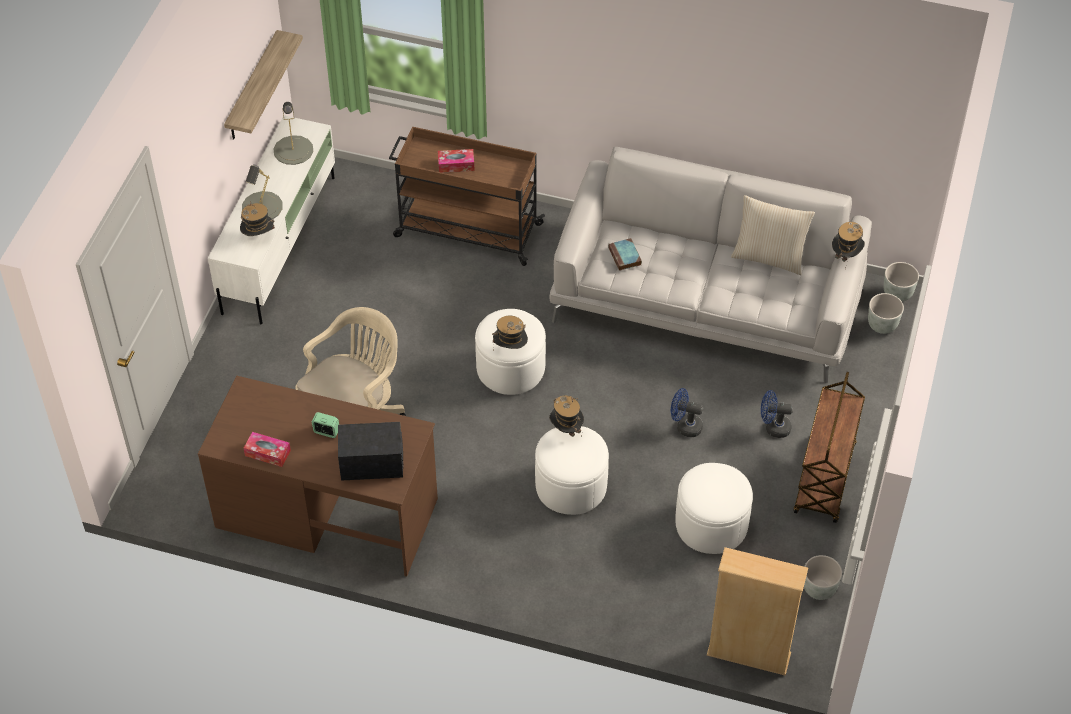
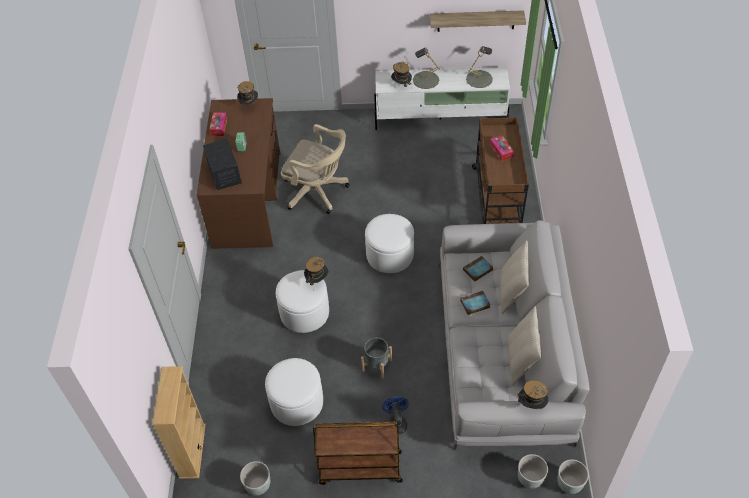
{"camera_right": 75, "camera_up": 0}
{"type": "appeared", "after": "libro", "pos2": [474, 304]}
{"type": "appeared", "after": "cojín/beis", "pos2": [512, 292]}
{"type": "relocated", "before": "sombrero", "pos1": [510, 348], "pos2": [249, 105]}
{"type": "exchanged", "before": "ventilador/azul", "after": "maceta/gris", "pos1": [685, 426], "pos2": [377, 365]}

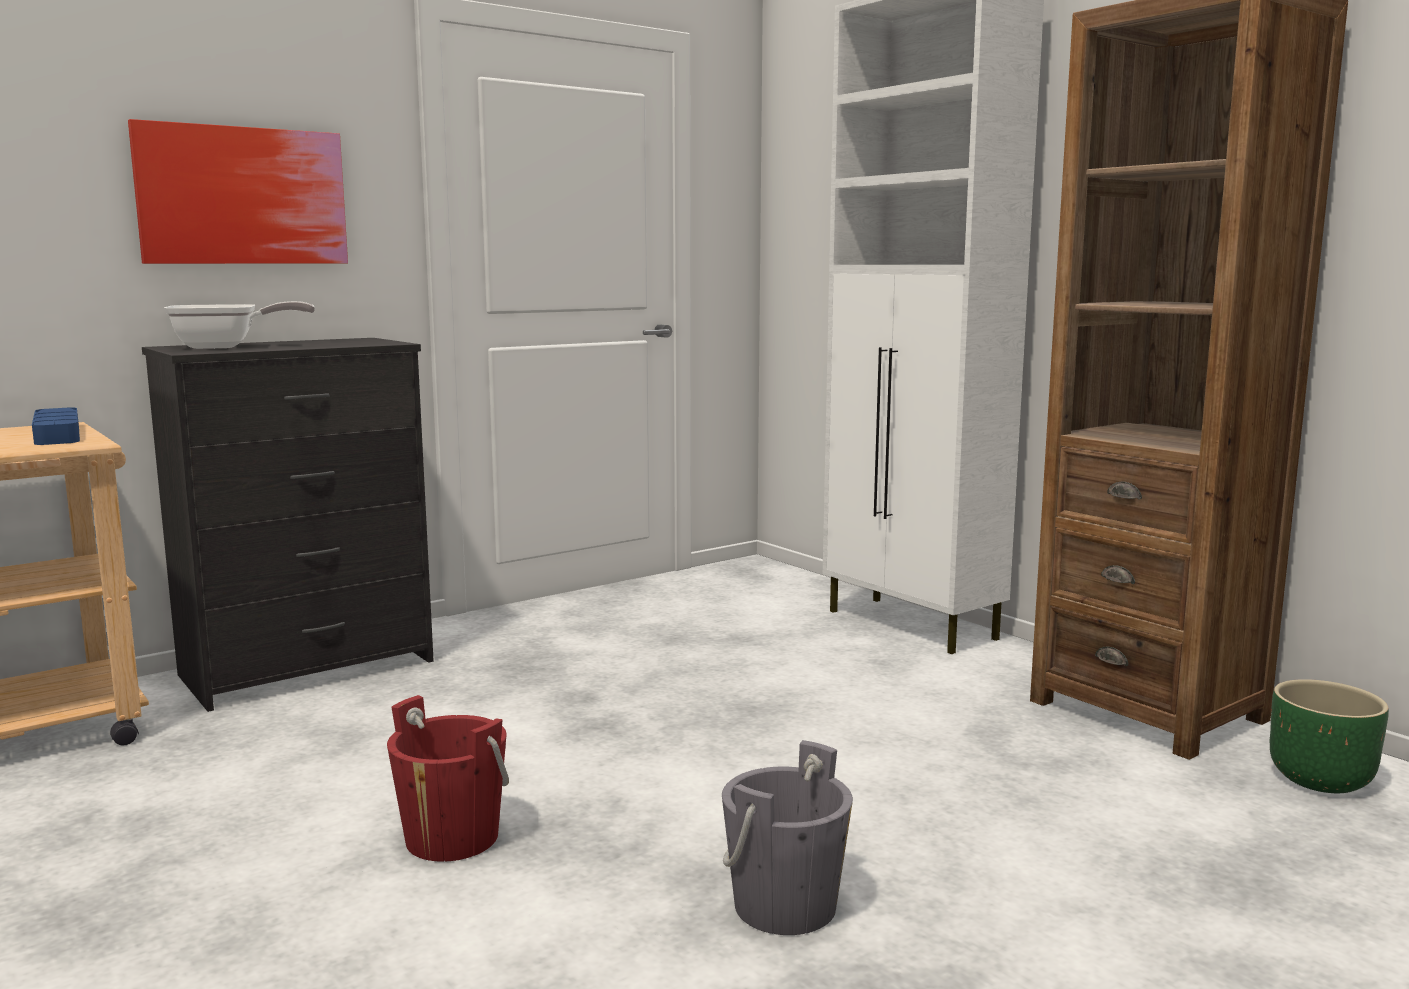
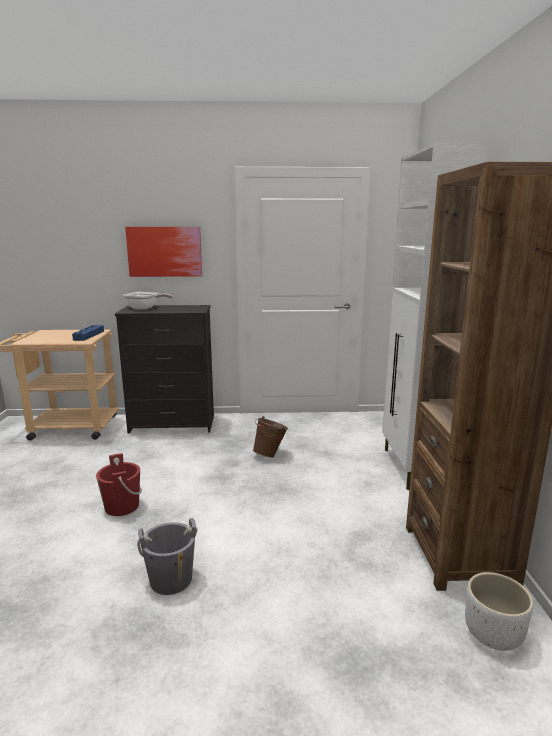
{"camera_right": 35, "camera_up": 5}
{"type": "appeared", "after": "cubo/marrón", "pos2": [270, 455]}
{"type": "colour", "before": "maceta/verde", "after": "maceta/blanco", "pos1": [1321, 780], "pos2": [493, 635]}

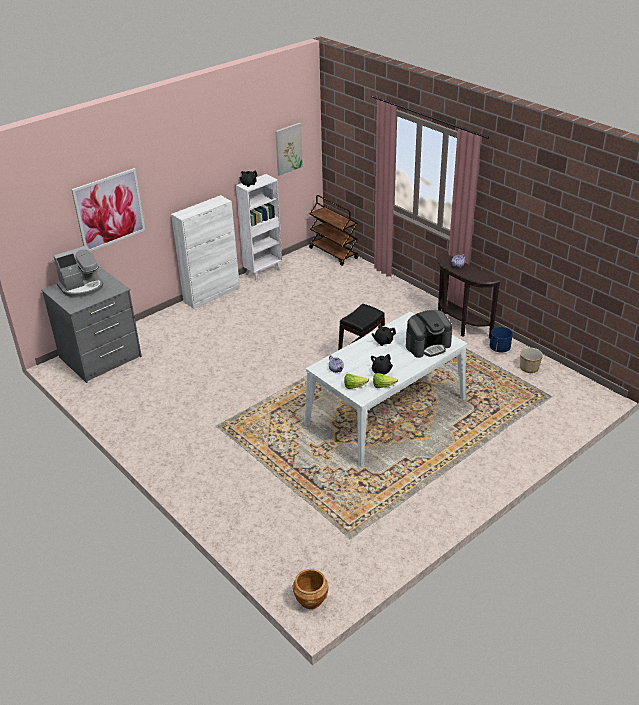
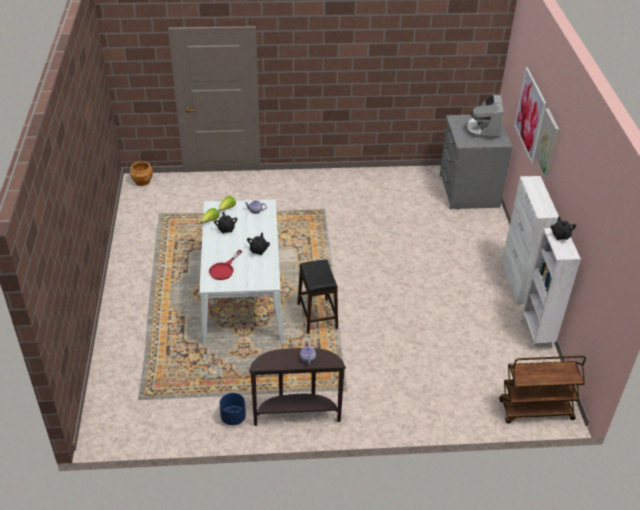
{"camera_right": 125, "camera_up": 5}
{"type": "missing", "before": "maceta", "pos1": [529, 368]}
{"type": "relocated", "before": "cuadro", "pos1": [288, 148], "pos2": [548, 142]}
{"type": "exchanged", "before": "cafetera", "after": "sartén/rojo", "pos1": [428, 345], "pos2": [224, 269]}

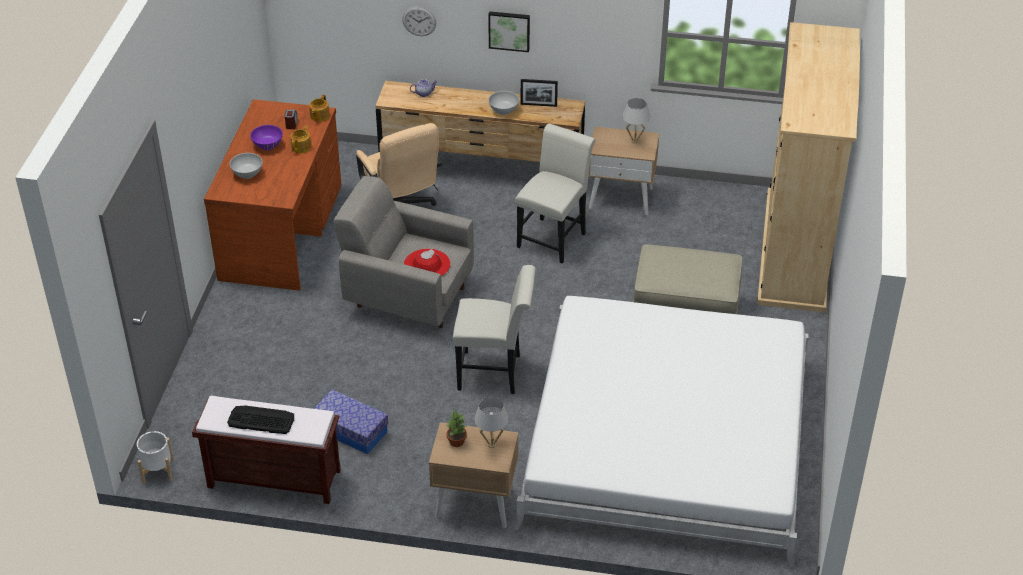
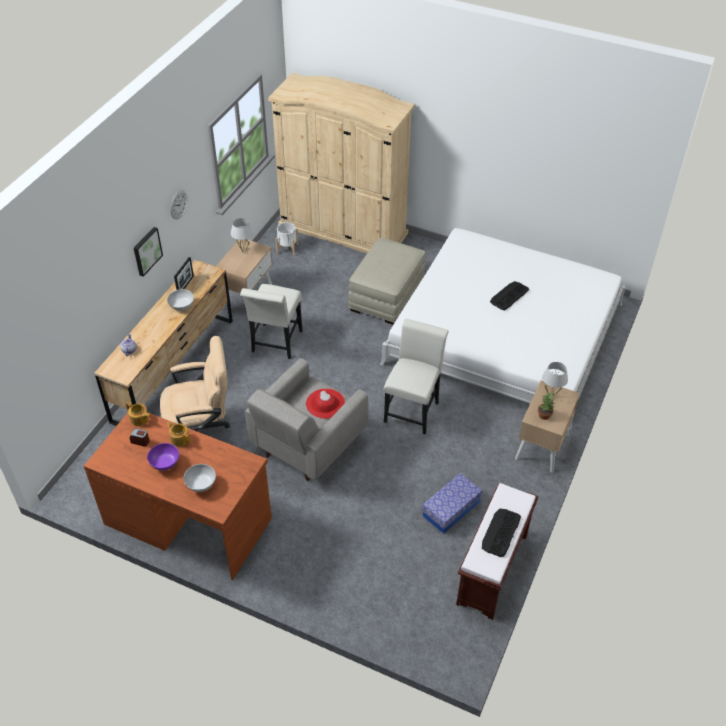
{"camera_right": -75, "camera_up": 5}
{"type": "appeared", "after": "teclado", "pos2": [509, 296]}
{"type": "relocated", "before": "maceta/blanco", "pos1": [158, 471], "pos2": [287, 248]}
{"type": "relocated", "before": "reloj de pared", "pos1": [419, 21], "pos2": [178, 204]}
{"type": "spun", "before": "silla/blanco", "pos1": [554, 237], "pos2": [275, 344], "turn": -120}

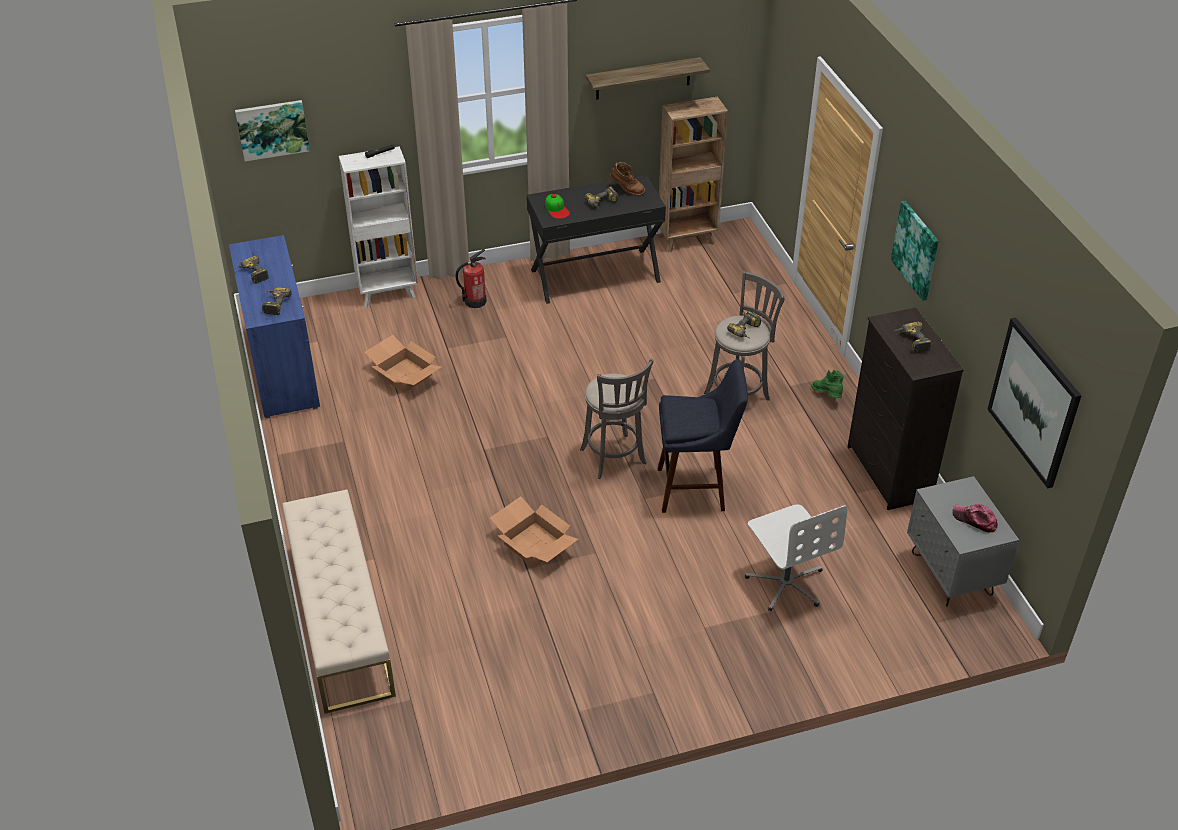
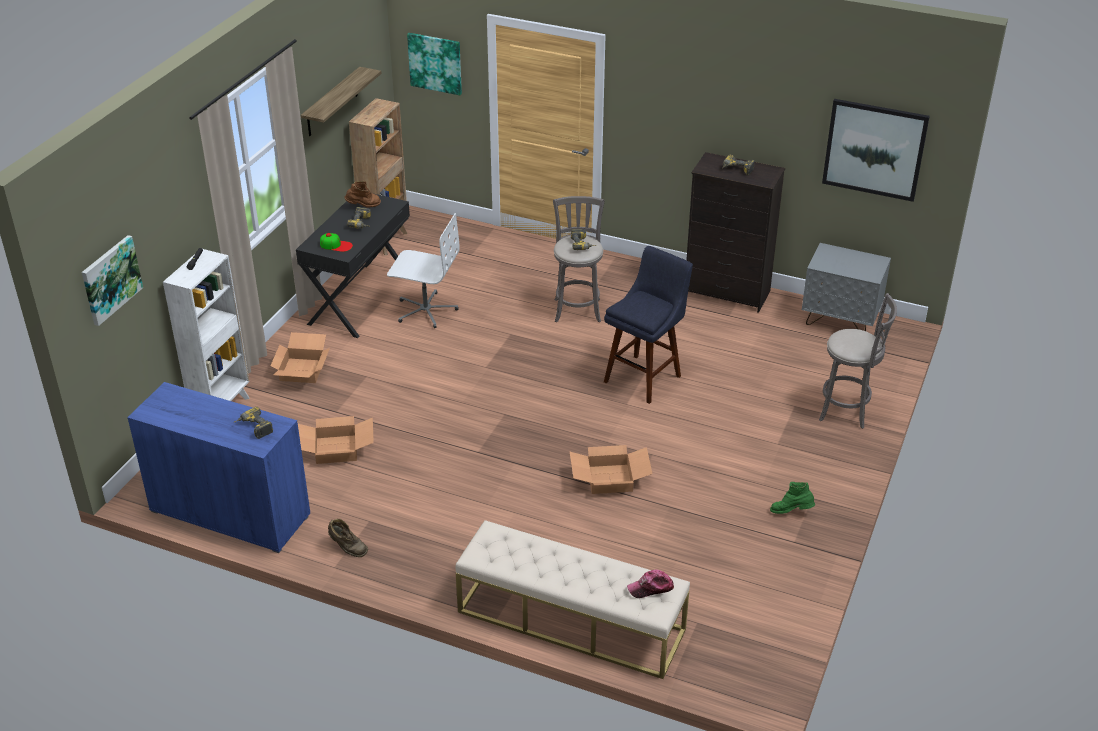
{"camera_right": -50, "camera_up": -5}
{"type": "missing", "before": "taladro", "pos1": [251, 274]}
{"type": "appeared", "after": "bota/marrón", "pos2": [347, 548]}
{"type": "relocated", "before": "taburete/gris", "pos1": [614, 459], "pos2": [847, 410]}
{"type": "relocated", "before": "silla de oficina/blanco", "pos1": [786, 583], "pos2": [425, 310]}
{"type": "relocated", "before": "bota/verde", "pos1": [827, 396], "pos2": [791, 512]}
{"type": "relocated", "before": "cuadro", "pos1": [916, 250], "pos2": [435, 63]}
{"type": "relocated", "before": "gorra", "pos1": [974, 520], "pos2": [650, 588]}
{"type": "exchanged", "before": "extintor", "after": "caja de cartón", "pos1": [475, 301], "pos2": [301, 370]}

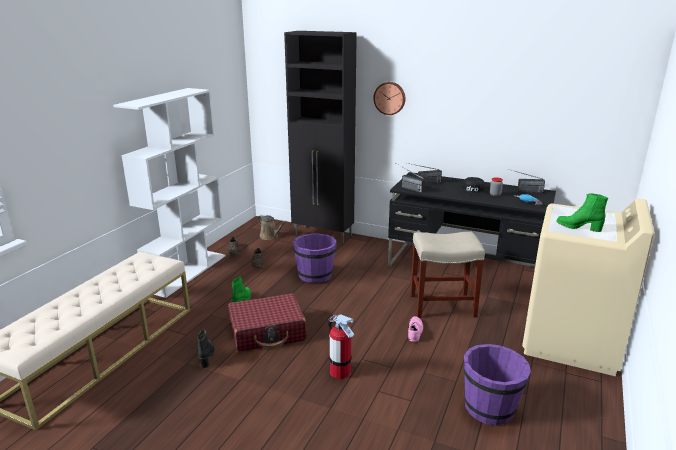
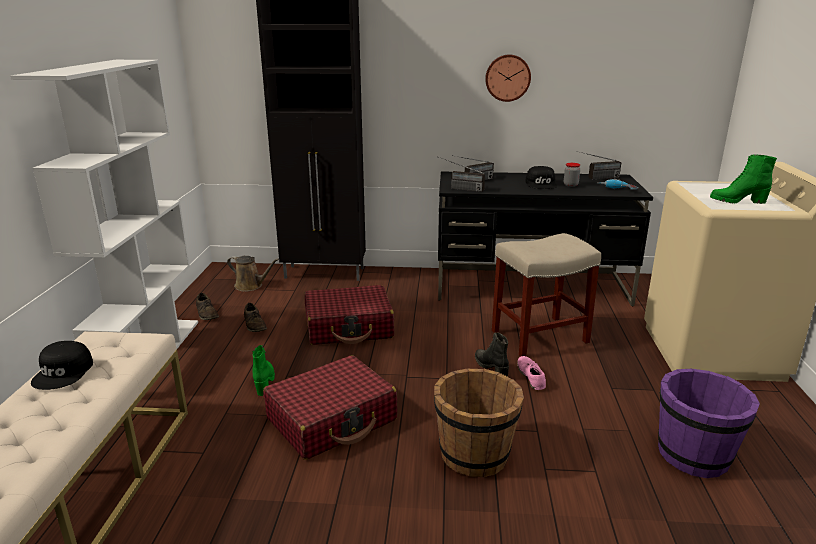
{"camera_right": -20, "camera_up": 0}
{"type": "appeared", "after": "gorra/negro", "pos2": [64, 372]}
{"type": "relocated", "before": "bota/negro", "pos1": [207, 356], "pos2": [491, 368]}
{"type": "relocated", "before": "reloj de pared", "pos1": [390, 98], "pos2": [507, 78]}
{"type": "exchanged", "before": "cubo/morado", "after": "maleta/rojo", "pos1": [315, 275], "pos2": [349, 327]}
{"type": "exchanged", "before": "extintor", "after": "cubo/marrón", "pos1": [340, 372], "pos2": [474, 454]}

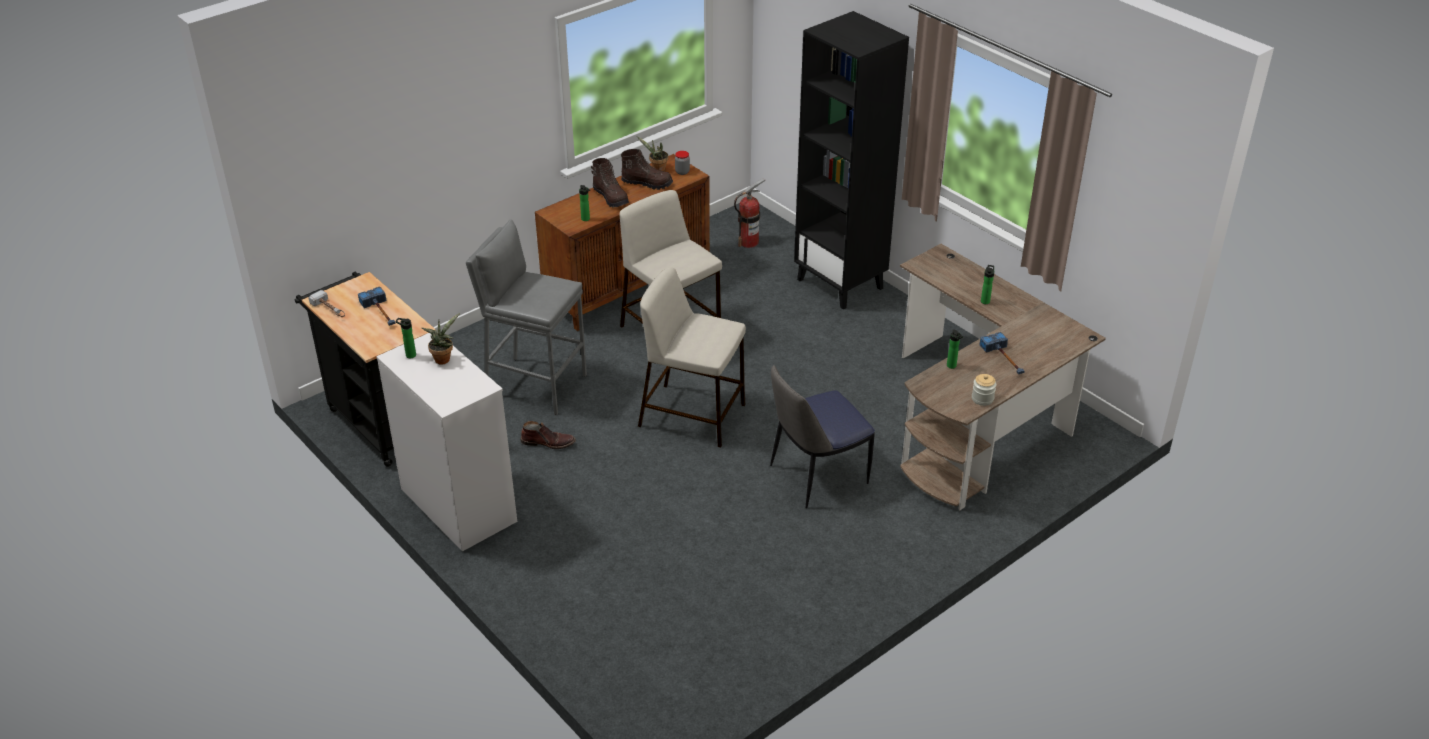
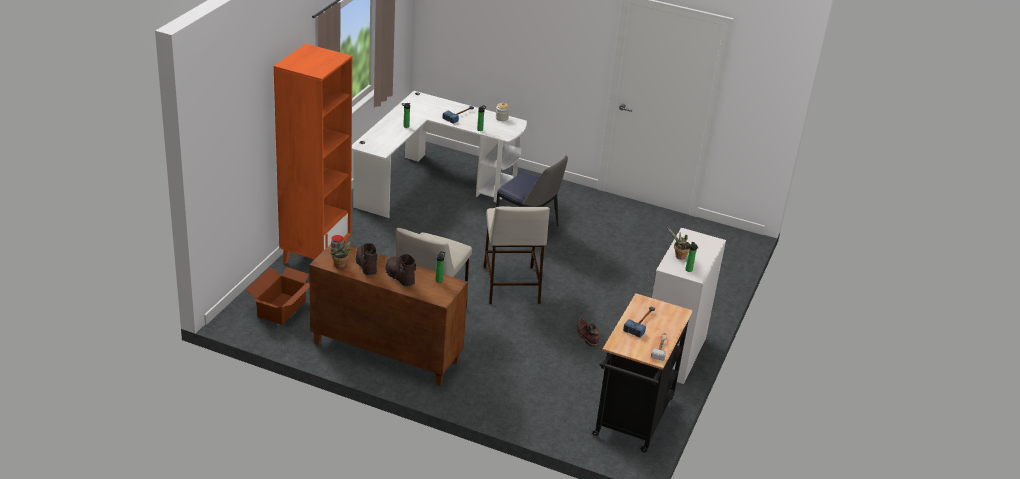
{"camera_right": -120, "camera_up": -5}
{"type": "missing", "before": "taburete/gris", "pos1": [535, 384]}
{"type": "exchanged", "before": "extintor", "after": "caja de cartón", "pos1": [748, 242], "pos2": [281, 309]}
{"type": "colour", "before": "estantería/negro", "after": "estantería/naranja", "pos1": [840, 284], "pos2": [315, 255]}
{"type": "colour", "before": "escritorio/marrón", "after": "escritorio/blanco", "pos1": [979, 421], "pos2": [433, 183]}
{"type": "spun", "before": "bota/marrón", "pos1": [611, 197], "pos2": [399, 276], "turn": -60}

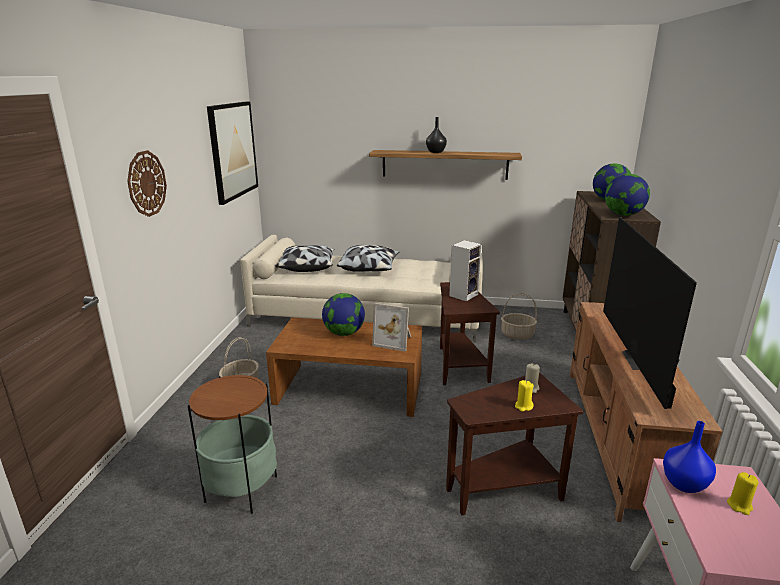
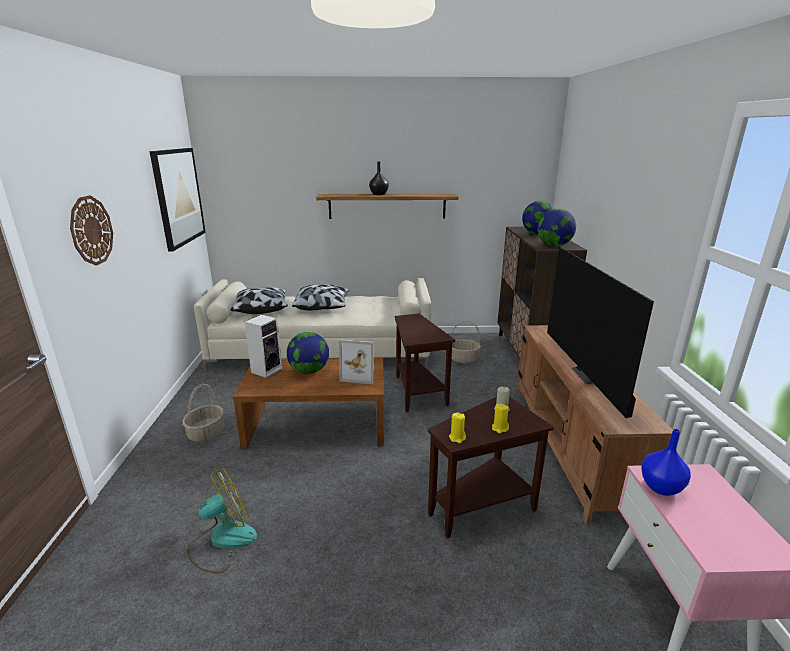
{"camera_right": -10, "camera_up": 0}
{"type": "relocated", "before": "altavoz", "pos1": [463, 295], "pos2": [267, 370]}
{"type": "relocated", "before": "vela/amarillo", "pos1": [739, 505], "pos2": [457, 438]}
{"type": "exchanged", "before": "mesa auxiliar", "after": "ventilador", "pos1": [241, 489], "pos2": [222, 541]}

